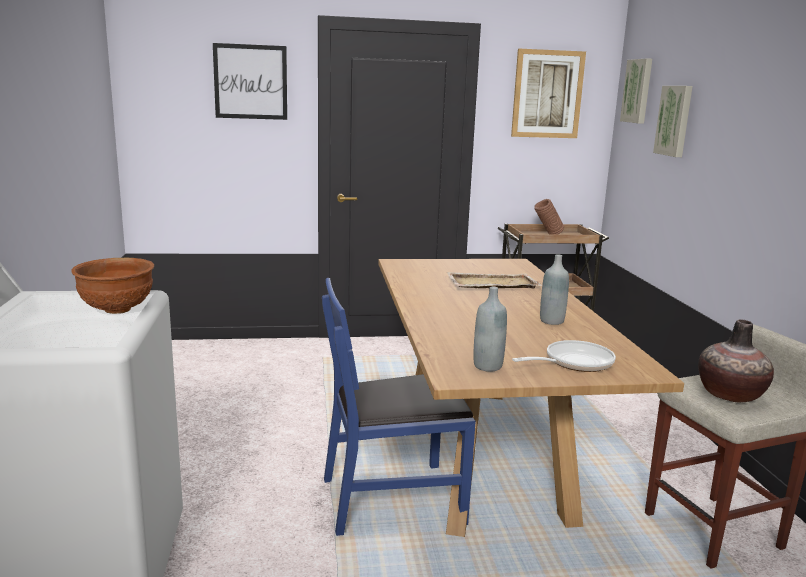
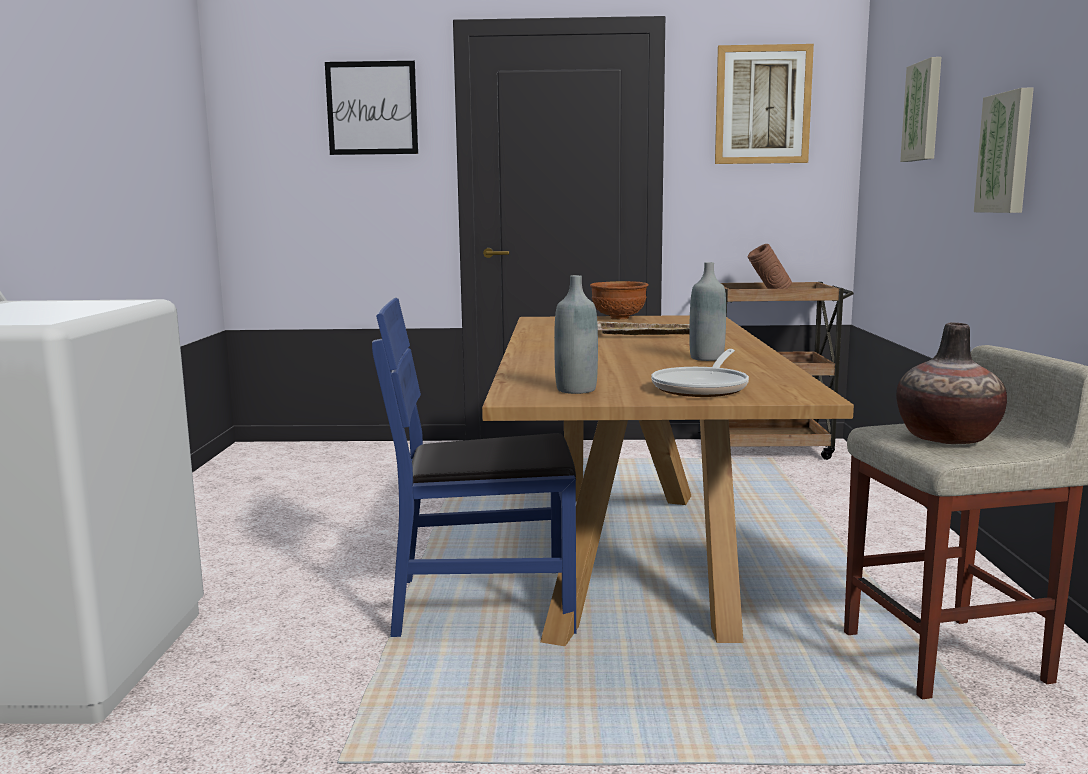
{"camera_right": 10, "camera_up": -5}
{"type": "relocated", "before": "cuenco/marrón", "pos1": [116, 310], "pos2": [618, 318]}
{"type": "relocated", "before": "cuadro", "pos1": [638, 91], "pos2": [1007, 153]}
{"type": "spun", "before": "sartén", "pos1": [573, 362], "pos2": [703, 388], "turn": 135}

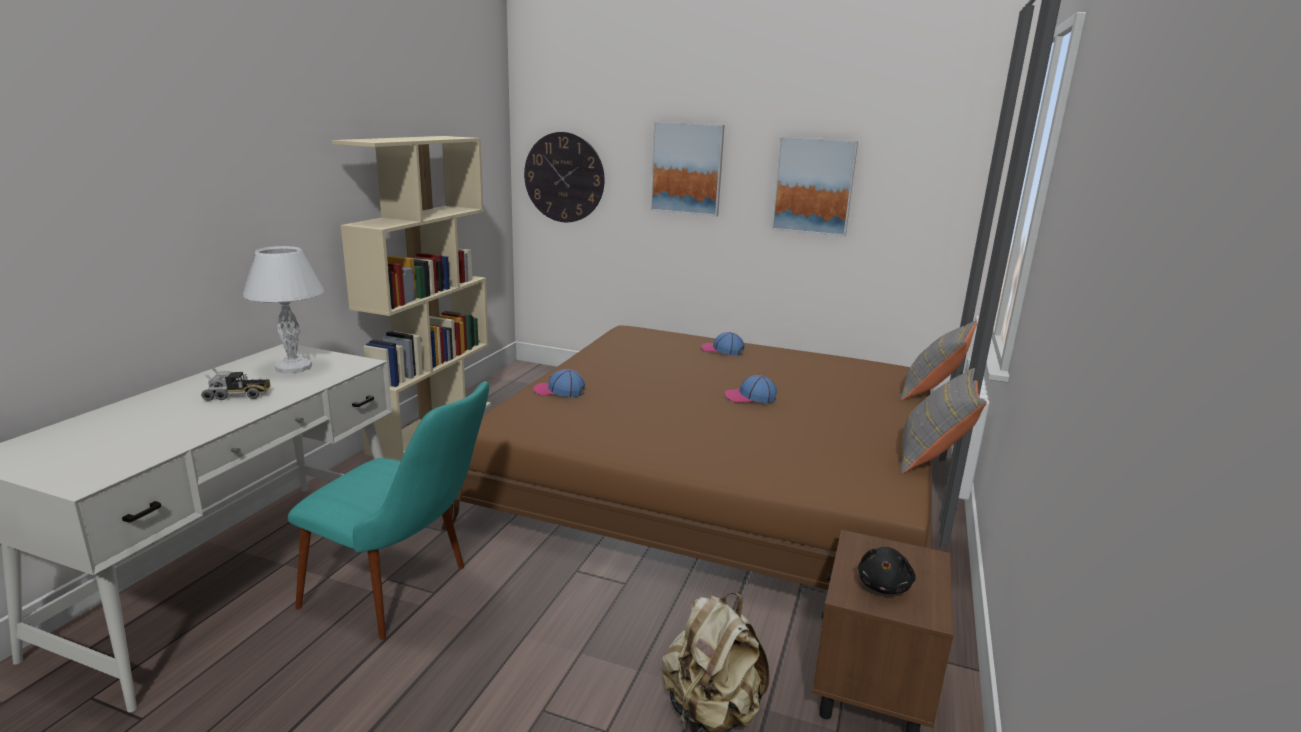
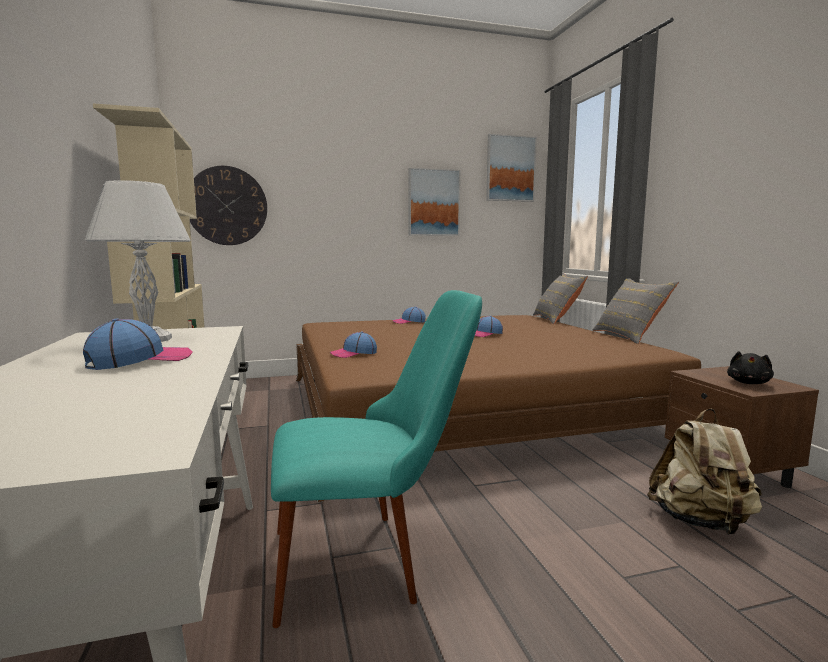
{"camera_right": -35, "camera_up": -10}
{"type": "relocated", "before": "cuadro", "pos1": [687, 168], "pos2": [510, 169]}
{"type": "exchanged", "before": "camión de juguete", "after": "gorra", "pos1": [238, 395], "pos2": [140, 360]}
{"type": "spun", "before": "peluche/negro", "pos1": [884, 585], "pos2": [748, 383], "turn": 45}

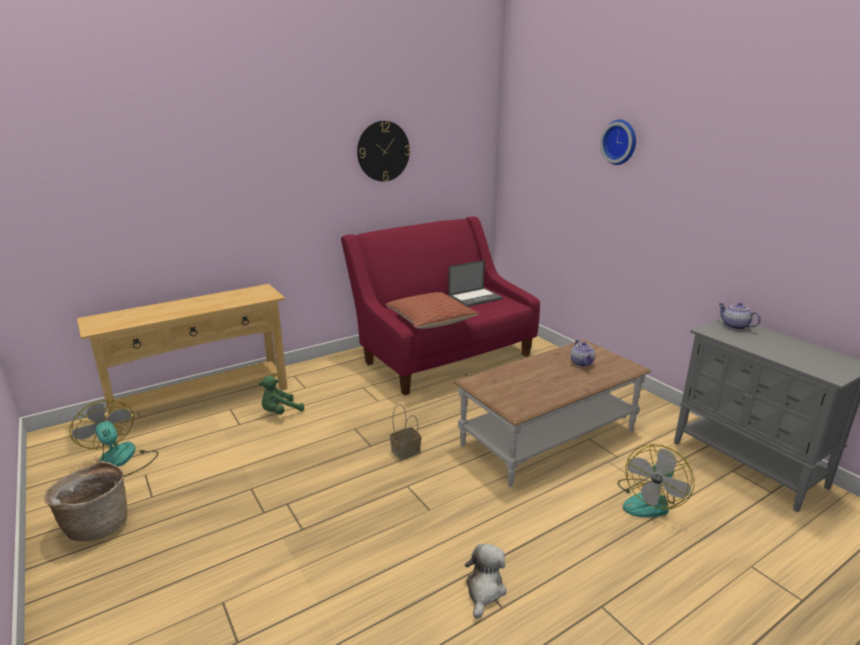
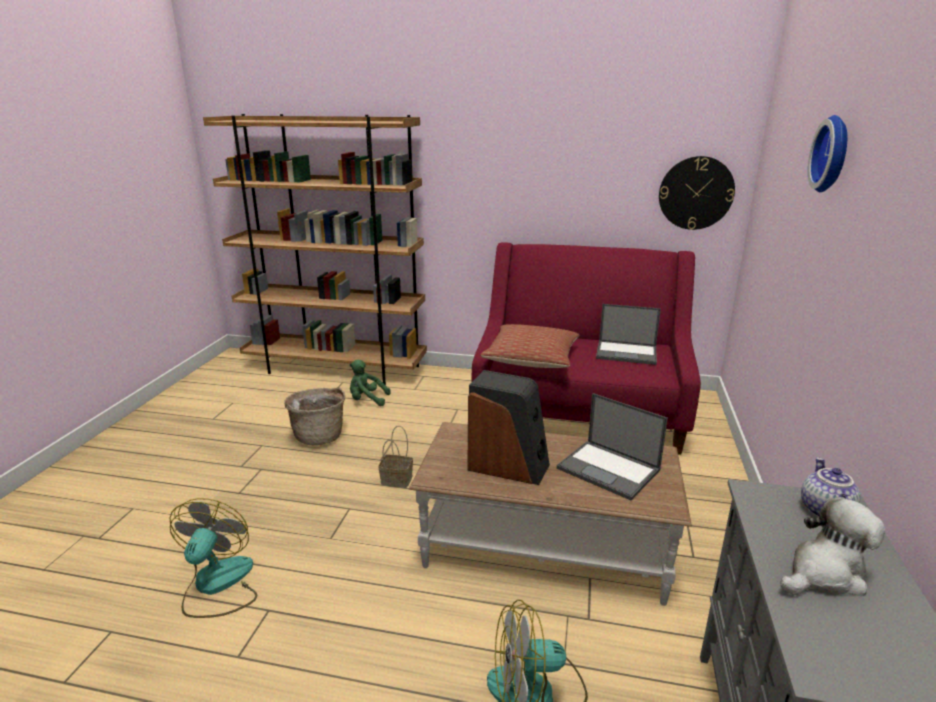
{"camera_right": 45, "camera_up": 0}
{"type": "appeared", "after": "altavoz", "pos2": [508, 466]}
{"type": "relocated", "before": "cesta", "pos1": [97, 524], "pos2": [319, 435]}
{"type": "relocated", "before": "ventilador", "pos1": [121, 461], "pos2": [217, 585]}
{"type": "relocated", "before": "reloj de pared", "pos1": [383, 151], "pos2": [696, 193]}
{"type": "relocated", "before": "peluche", "pos1": [484, 590], "pos2": [824, 573]}
{"type": "exchanged", "before": "mesa consola/beis", "after": "estantería/marrón", "pos1": [202, 402], "pos2": [336, 369]}
{"type": "exchanged", "before": "tetera", "after": "portátil", "pos1": [582, 363], "pos2": [609, 469]}

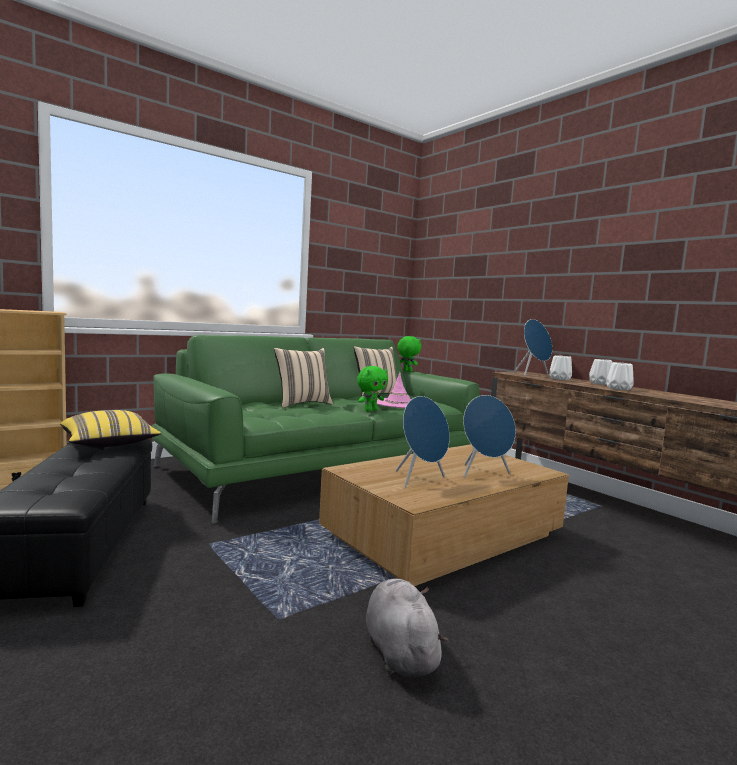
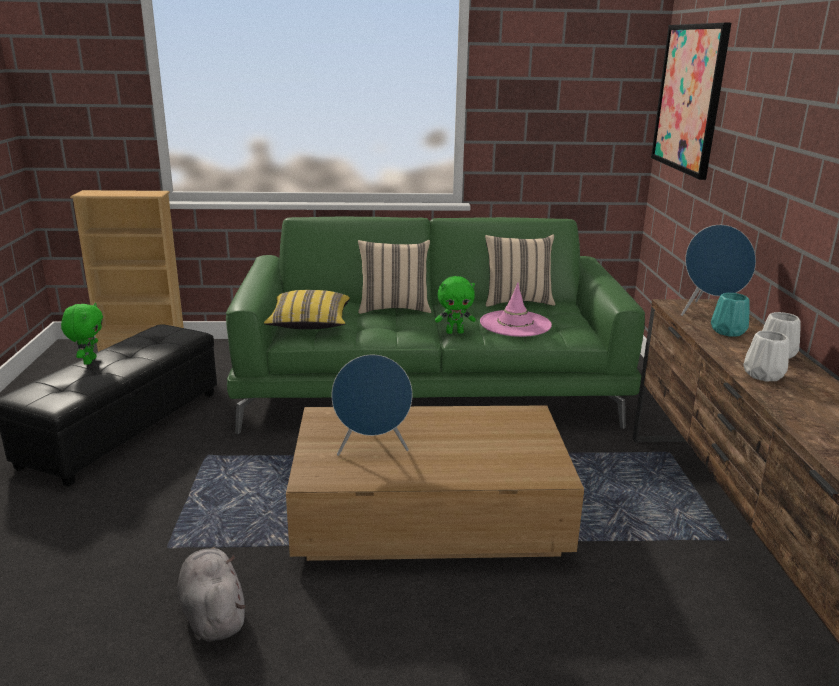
{"camera_right": 35, "camera_up": 15}
{"type": "missing", "before": "altavoz/azul", "pos1": [483, 473]}
{"type": "appeared", "after": "cuadro", "pos2": [689, 98]}
{"type": "relocated", "before": "cojín/amarillo", "pos1": [109, 445], "pos2": [309, 325]}
{"type": "relocated", "before": "peluche/verde", "pos1": [407, 371], "pos2": [89, 361]}
{"type": "colour", "before": "florero/blanco", "after": "florero/turquesa", "pos1": [559, 379], "pos2": [728, 331]}
{"type": "spun", "before": "peluche/gris", "pos1": [399, 651], "pos2": [213, 614], "turn": -45}

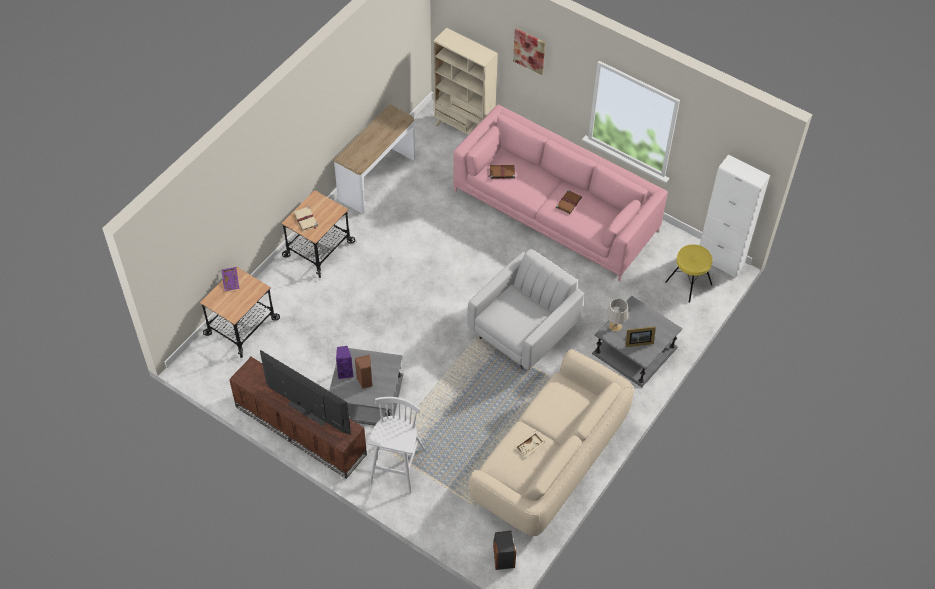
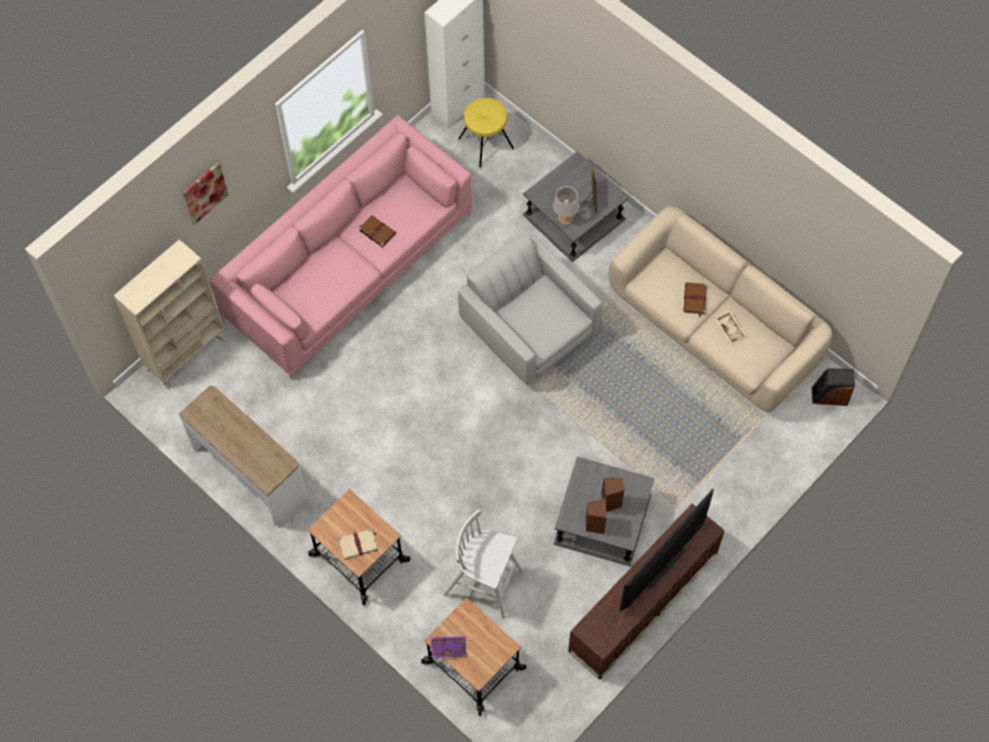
{"camera_right": -80, "camera_up": 10}
{"type": "relocated", "before": "taburete/blanco", "pos1": [397, 467], "pos2": [485, 584]}
{"type": "relocated", "before": "libro/marrón", "pos1": [501, 172], "pos2": [695, 299]}
{"type": "colour", "before": "altavoz/morado", "after": "altavoz/marrón", "pos1": [345, 372], "pos2": [594, 525]}

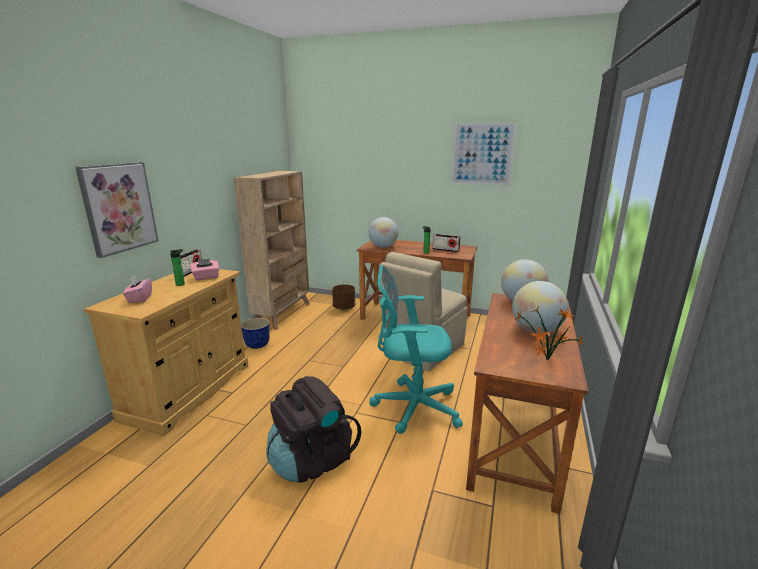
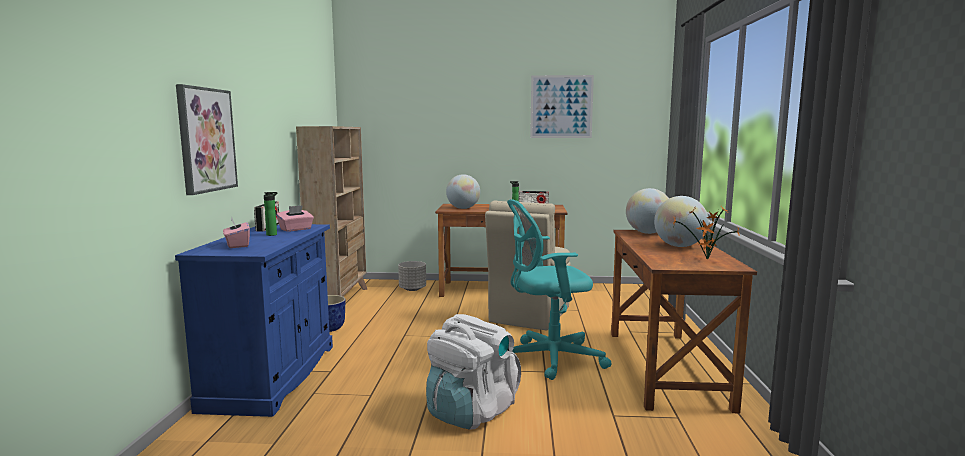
{"camera_right": -15, "camera_up": -10}
{"type": "colour", "before": "armario/beis", "after": "armario/azul", "pos1": [189, 391], "pos2": [272, 376]}
{"type": "colour", "before": "mochila/negro", "after": "mochila/blanco", "pos1": [312, 460], "pos2": [471, 411]}
{"type": "colour", "before": "maceta/marrón", "after": "maceta/gris", "pos1": [344, 308], "pos2": [412, 289]}

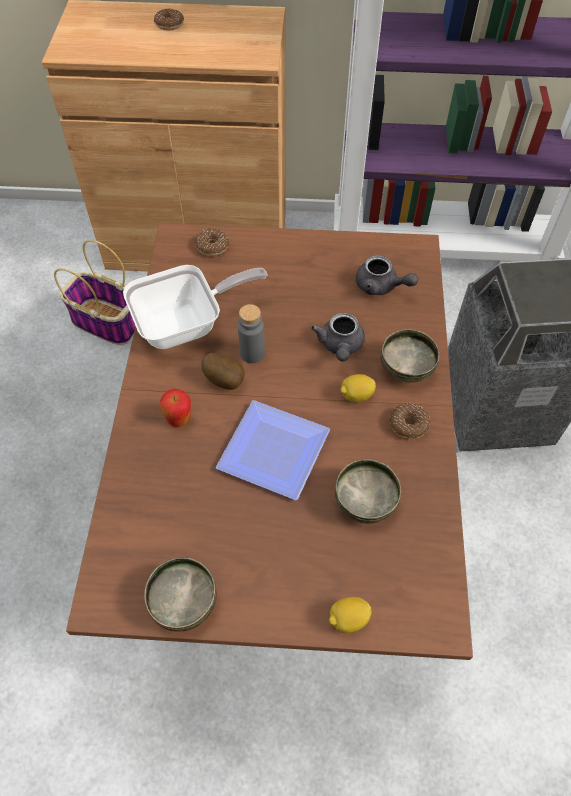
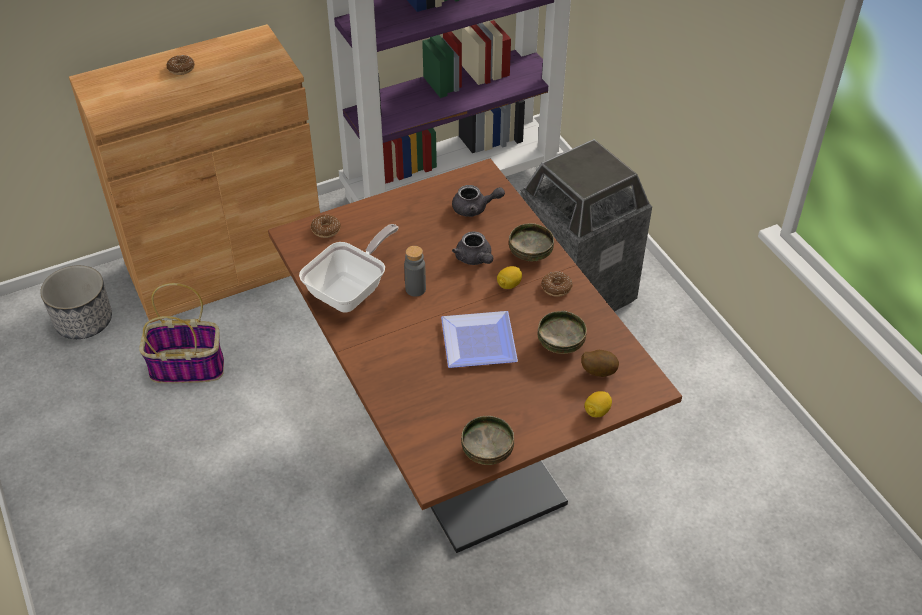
{"camera_right": -30, "camera_up": -10}
{"type": "missing", "before": "manzana", "pos1": [179, 418]}
{"type": "appeared", "after": "maceta", "pos2": [84, 321]}
{"type": "relocated", "before": "patata", "pos1": [225, 380], "pos2": [598, 371]}

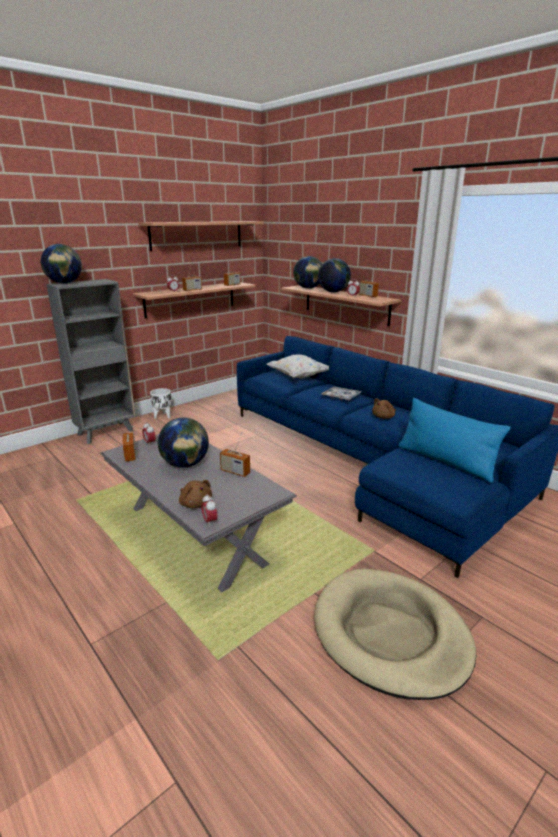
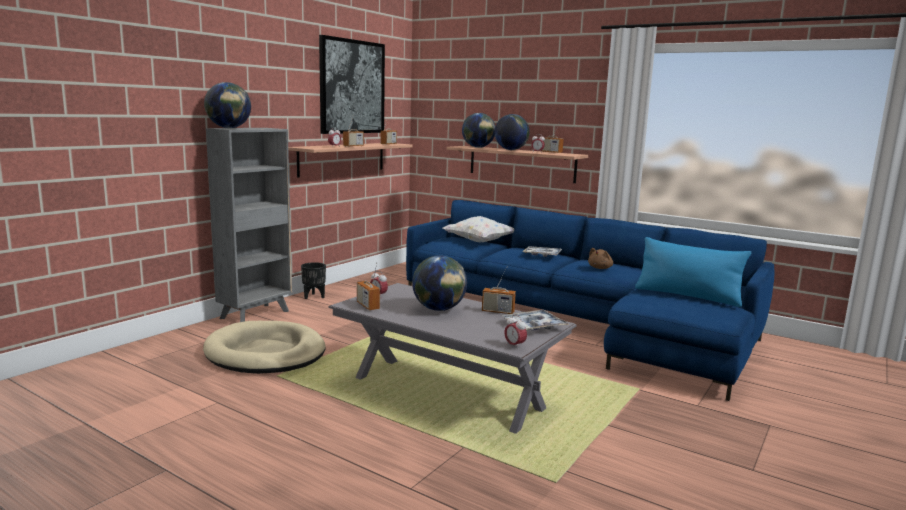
{"camera_right": -15, "camera_up": -10}
{"type": "missing", "before": "peluche/marrón", "pos1": [195, 503]}
{"type": "appeared", "after": "bandeja", "pos2": [534, 326]}
{"type": "relocated", "before": "cama para perro/beis", "pos1": [390, 634], "pos2": [265, 353]}
{"type": "exchanged", "before": "estante", "after": "cuadro", "pos1": [197, 235], "pos2": [352, 87]}
{"type": "colour", "before": "maceta/blanco", "after": "maceta/negro", "pos1": [163, 416], "pos2": [314, 296]}

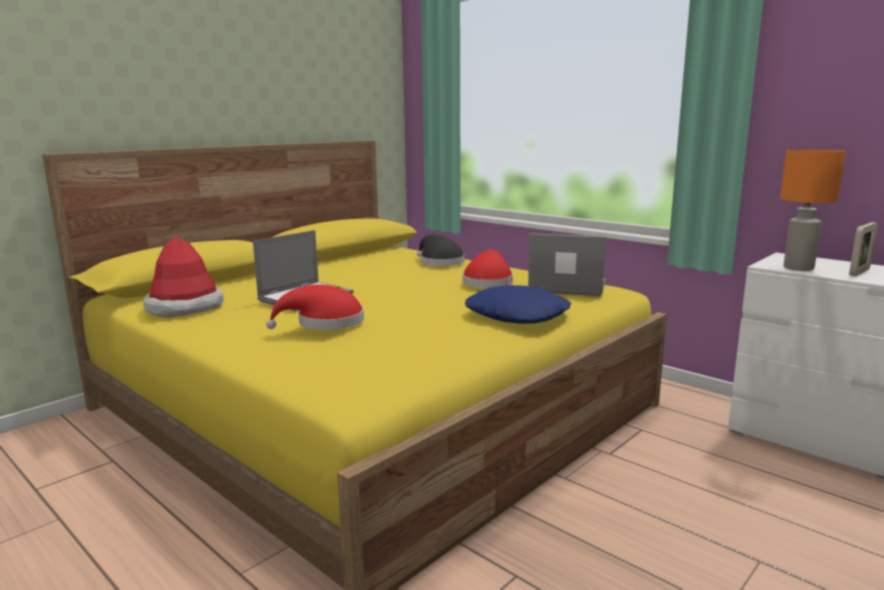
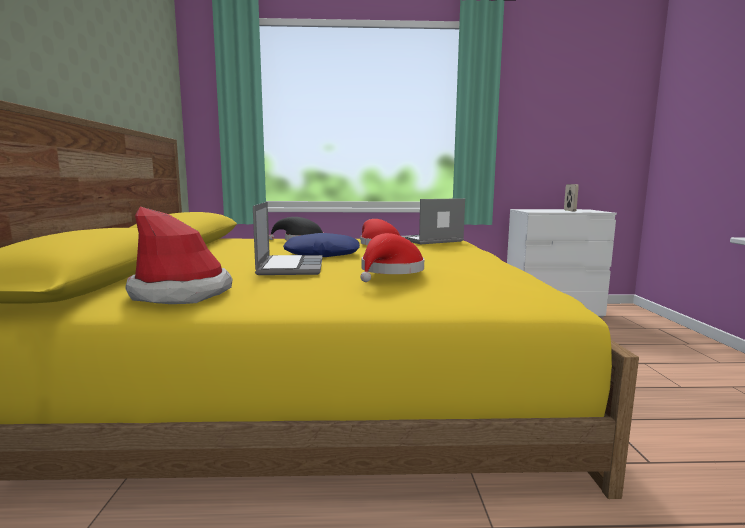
{"camera_right": -45, "camera_up": -5}
{"type": "missing", "before": "lámpara de mesa/naranja", "pos1": [799, 268]}
{"type": "relocated", "before": "cojín/azul", "pos1": [517, 315], "pos2": [322, 254]}

